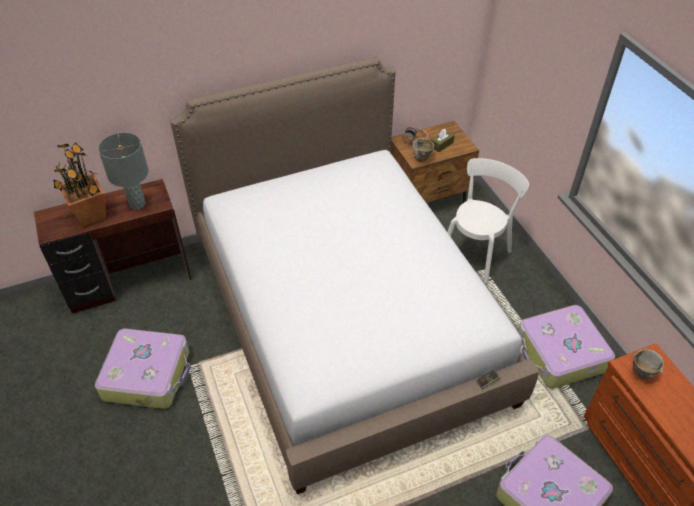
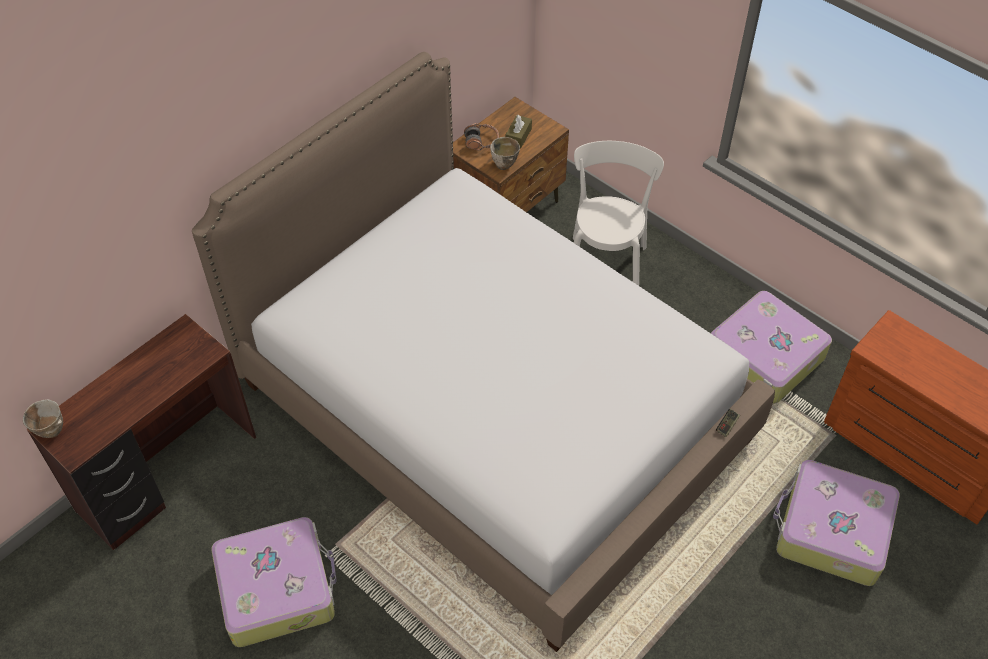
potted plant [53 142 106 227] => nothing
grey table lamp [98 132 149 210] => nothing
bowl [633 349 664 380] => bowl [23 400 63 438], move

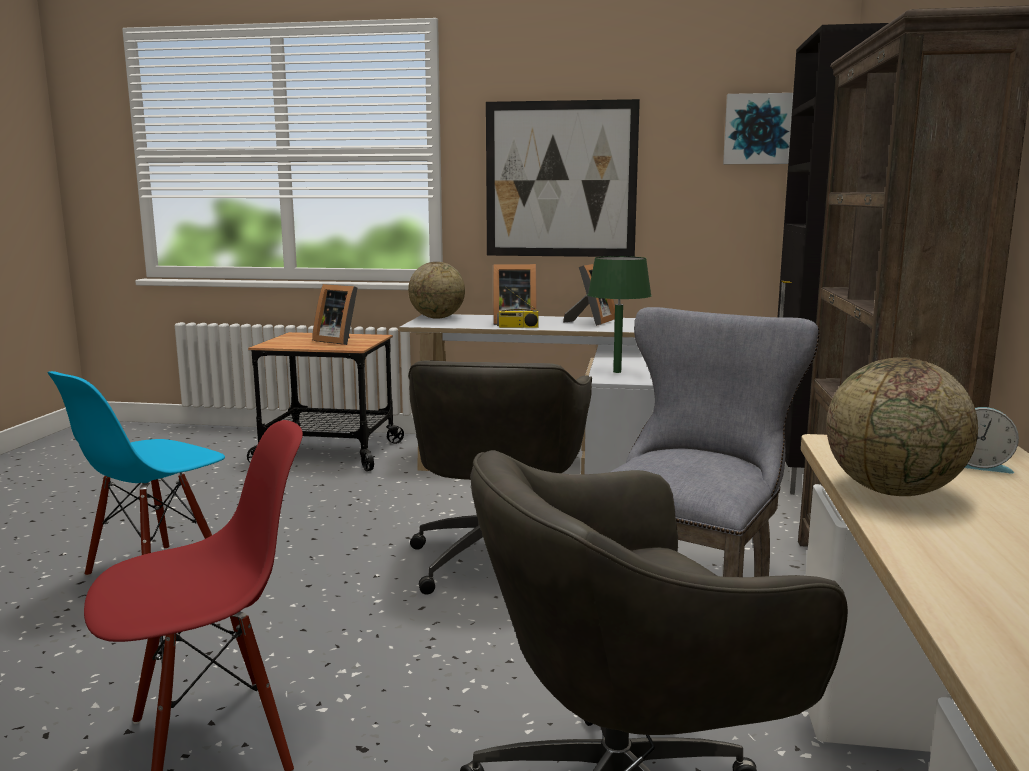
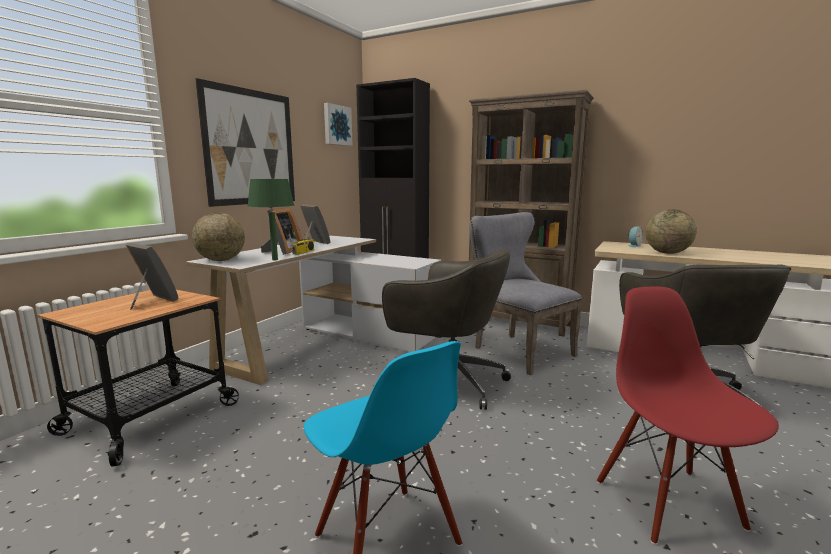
green table lamp [588 256 652 373] => green table lamp [247 179 294 260], move
picture frame [312 284 357 345] => picture frame [126 243 179 310], 105 degrees counterclockwise

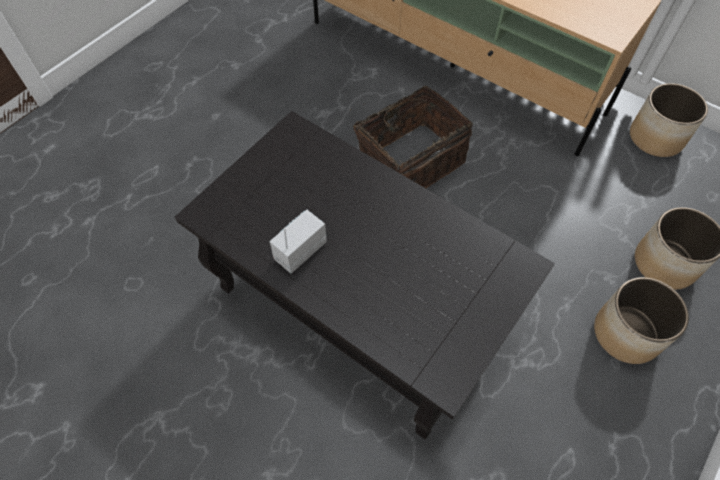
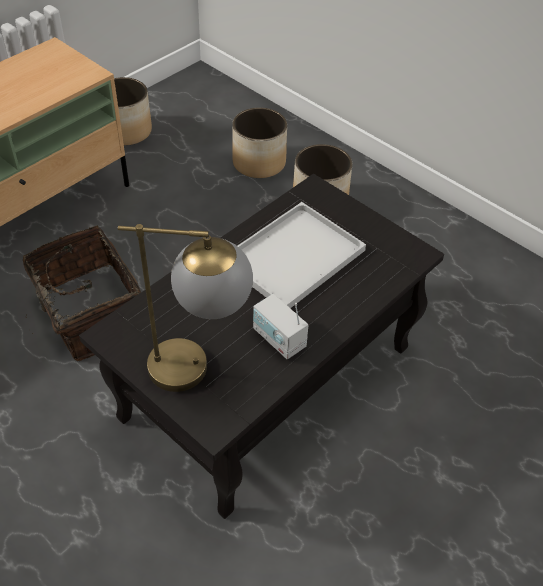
nothing => table lamp [118 224 253 392]
nothing => white tray [238 202 366 308]

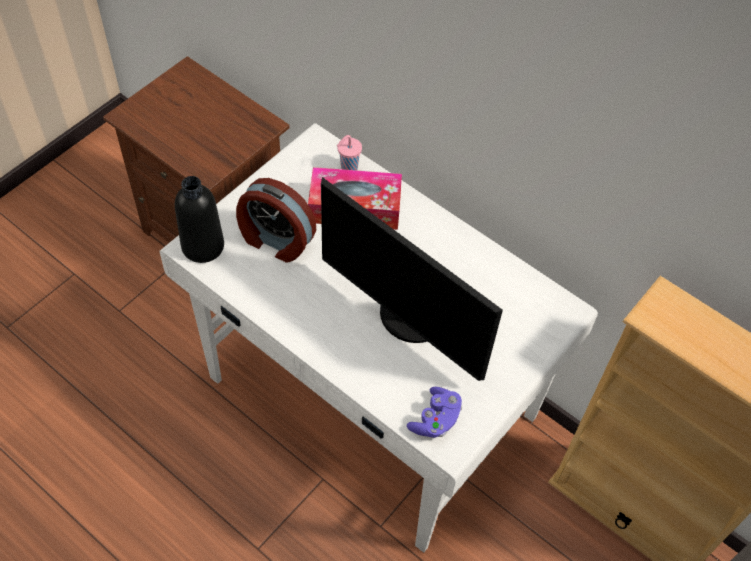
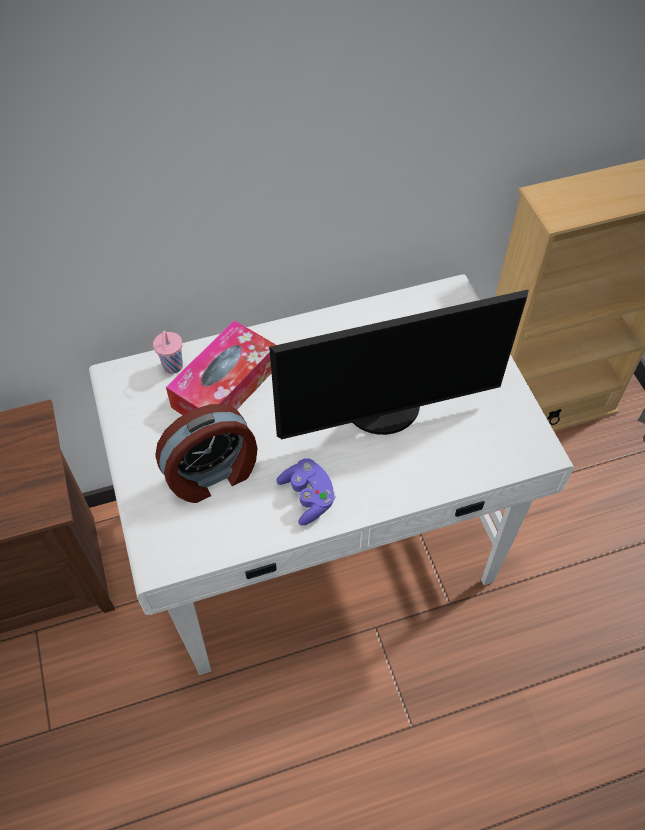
black bottle [175 176 224 263] => nothing
purple game controller [407 387 462 438] => purple game controller [276 458 336 526], move

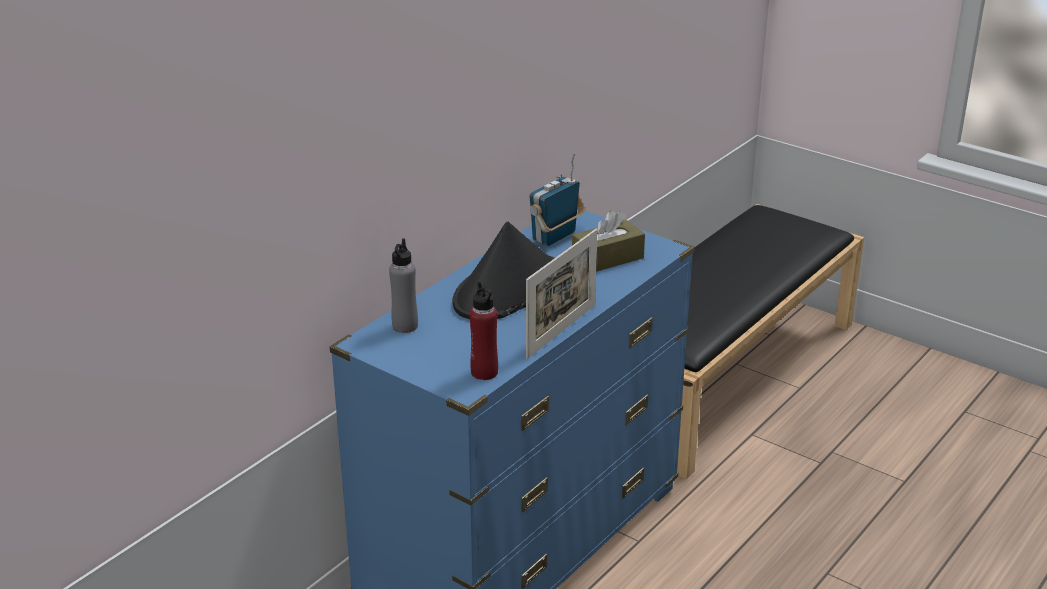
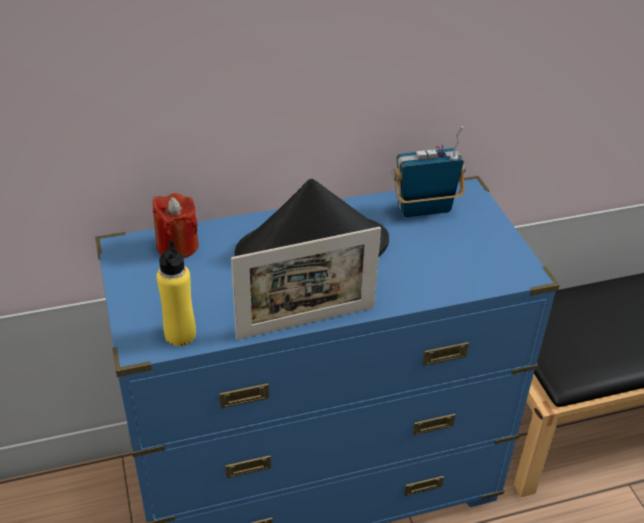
brown tissue box [572 210 645 272] => nothing
grey bottle [389 238 418 333] => red candle [153 193 199 258]
red bottle [470 282 498 380] => yellow bottle [157 240 196 346]

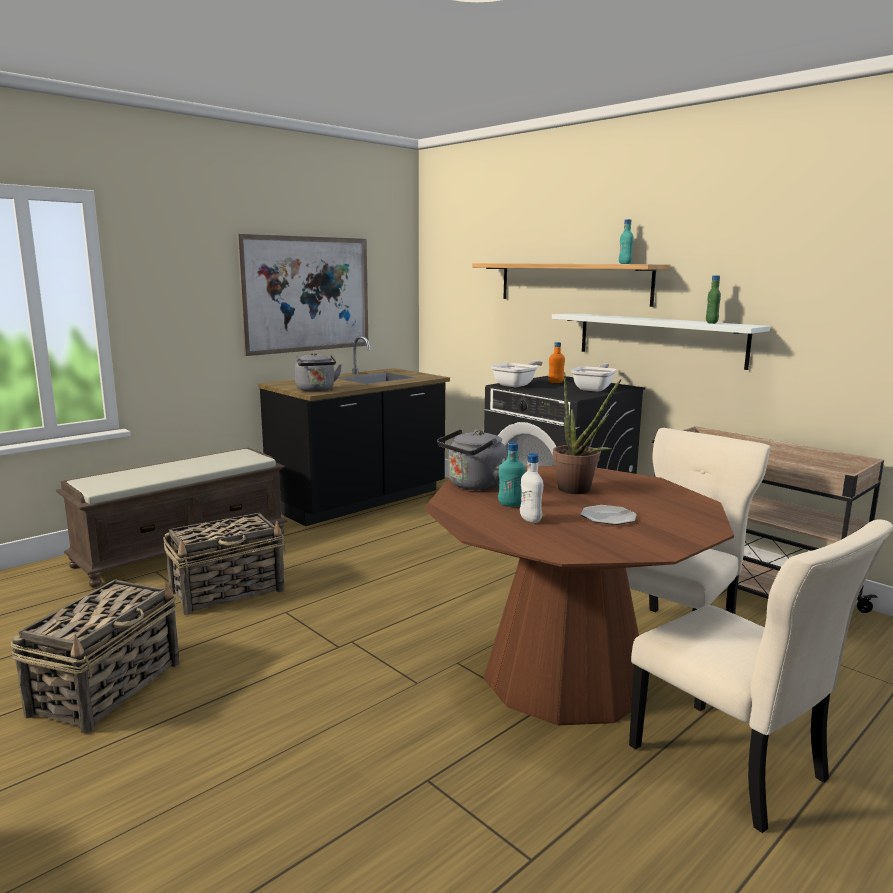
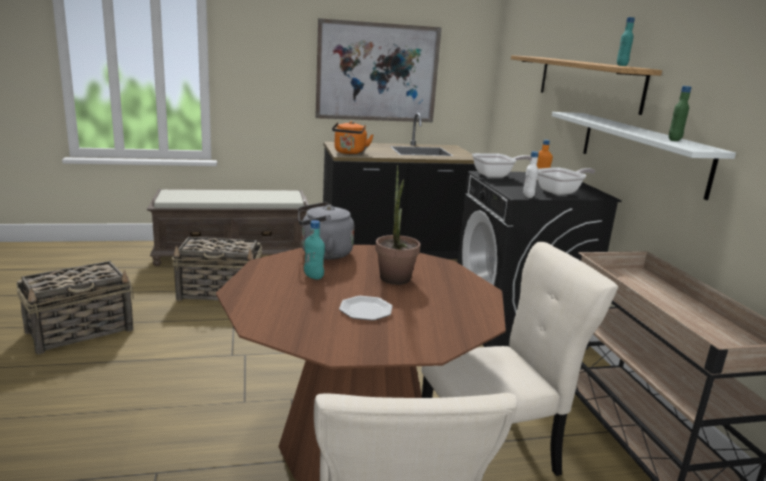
white bottle [520 453 543 523] => white bottle [523 151 539 198], move
grey kettle [295 352 342 392] => orange kettle [332 121 373 154]

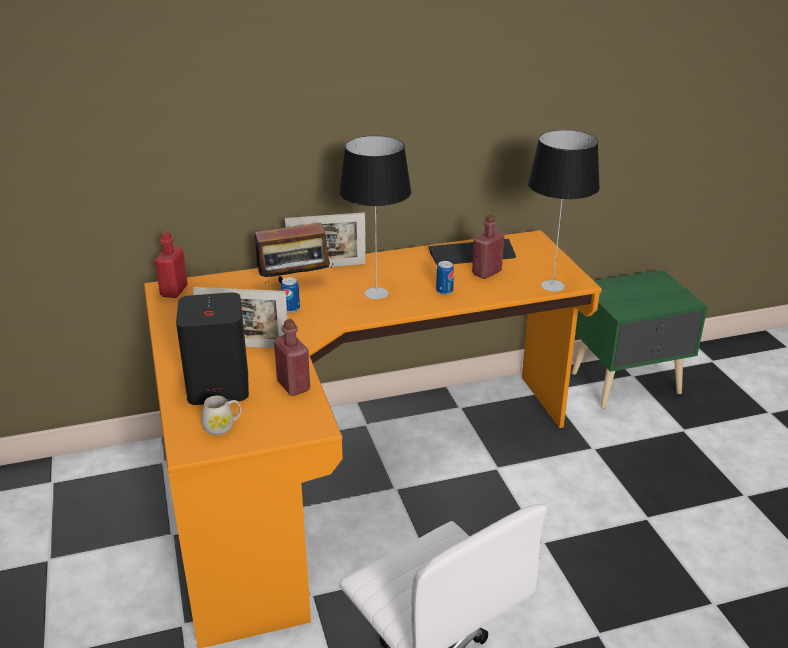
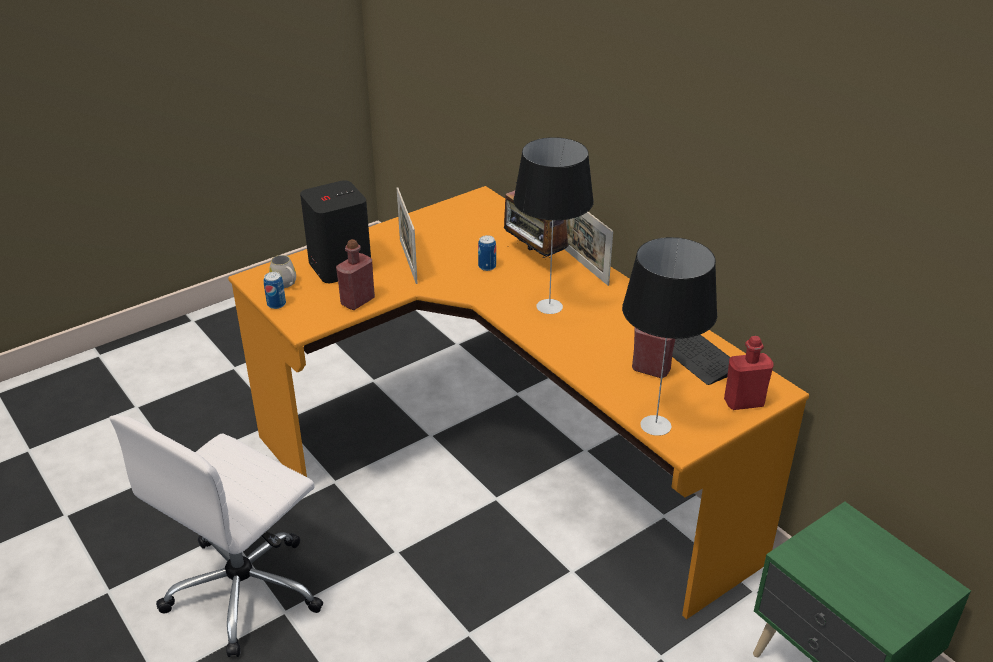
red bottle [155 232 188 298] => red bottle [724 336 773 410], move
can [436 261 454 295] => can [264 272 286 309], move

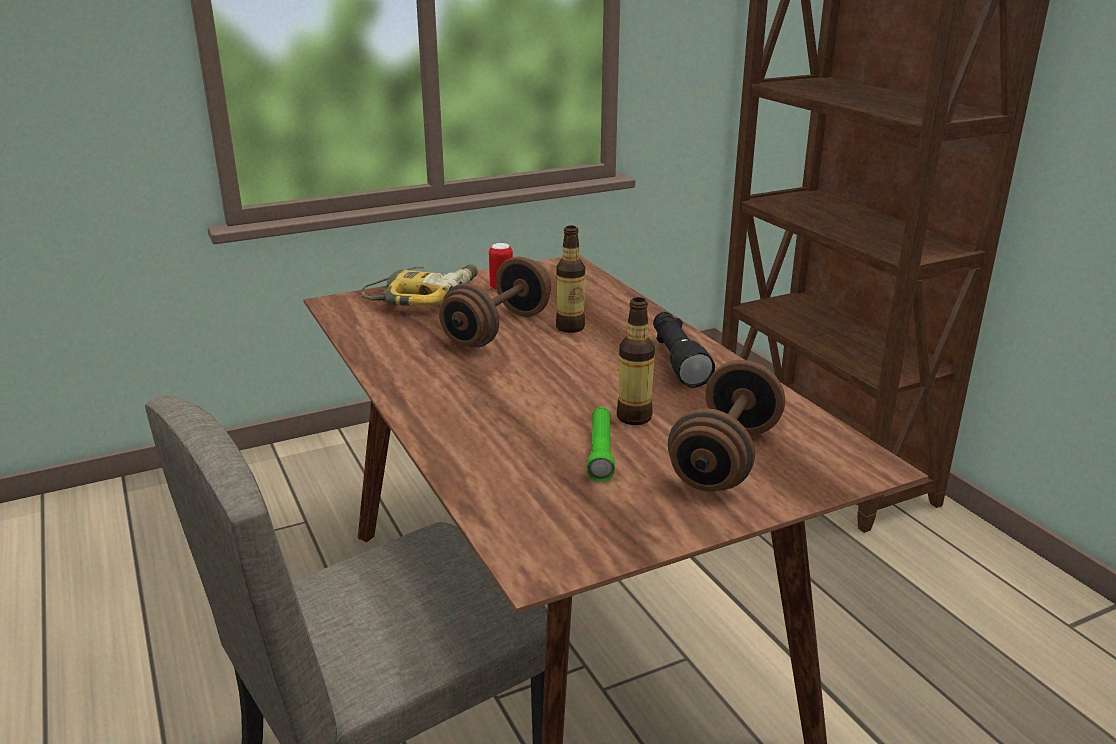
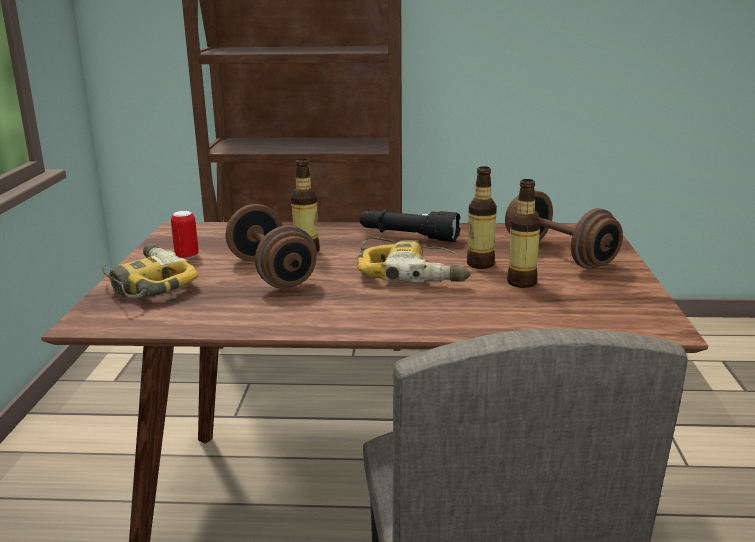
nothing => power drill [357 237 471 283]
green flashlight [587 407 615 482] => bottle [507 179 540 288]

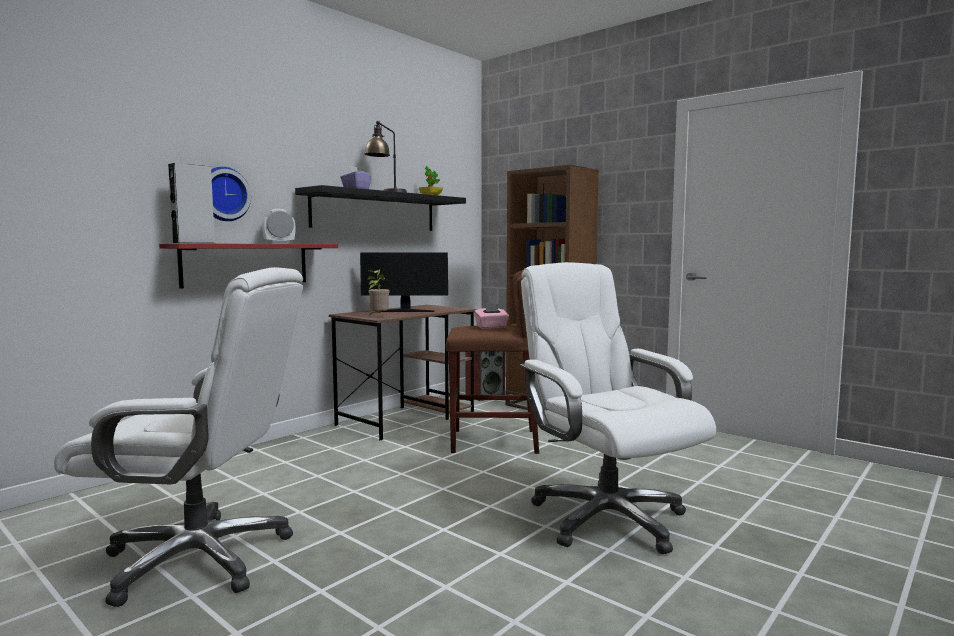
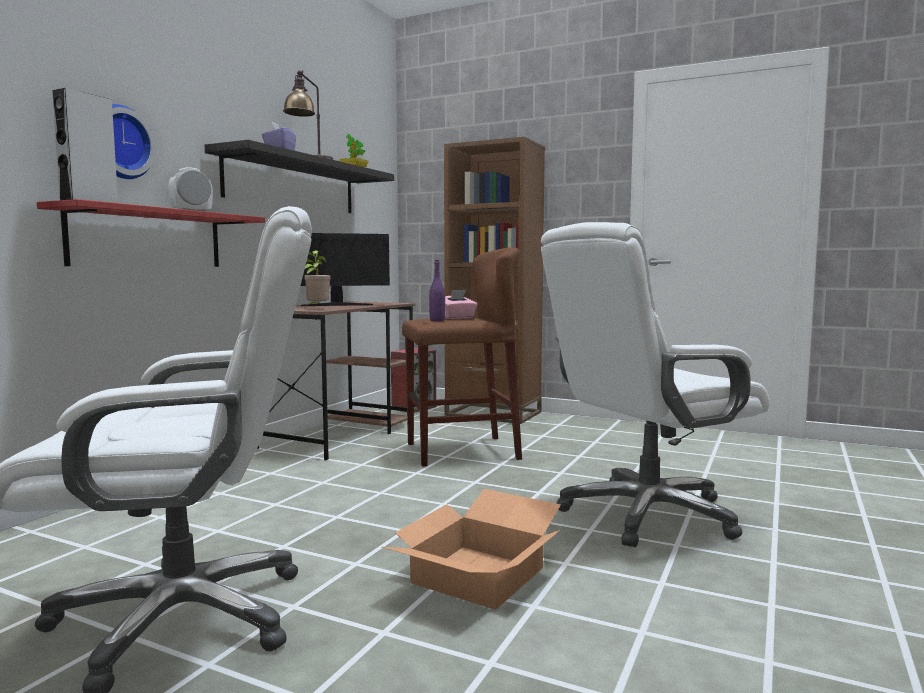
nothing => cardboard box [382 489 561 610]
nothing => purple bottle [429 260 445 321]
white office chair [520 262 716 554] => white office chair [541 222 769 547], 75 degrees counterclockwise

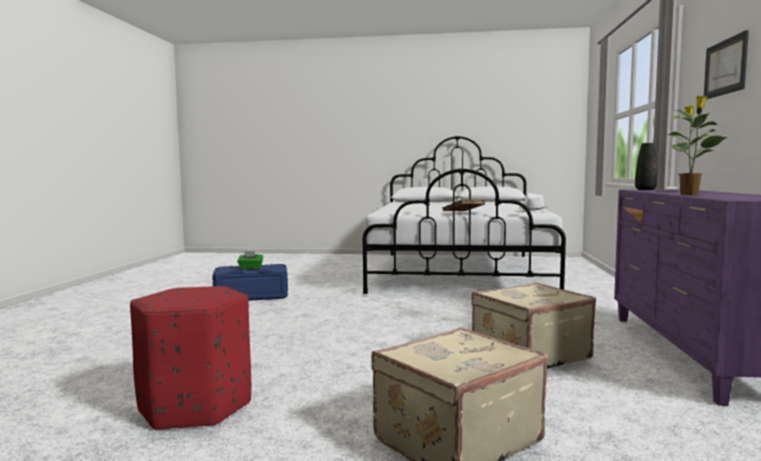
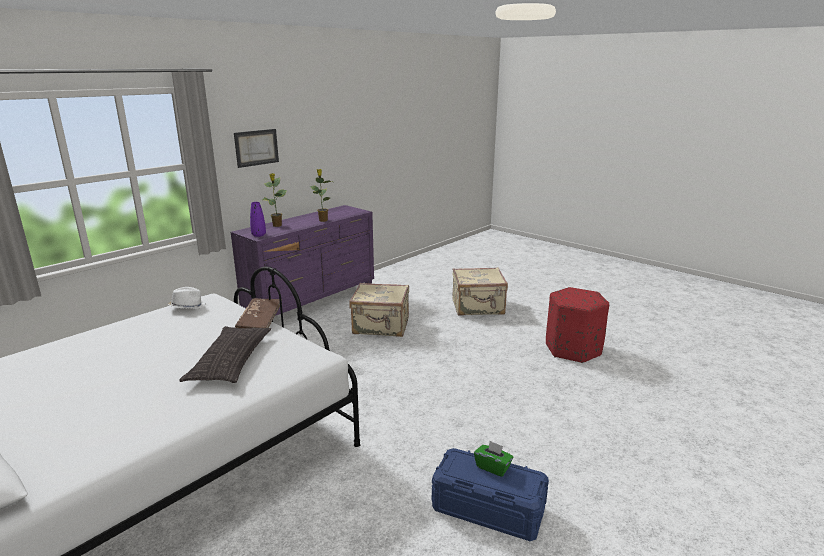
nothing => pillow [179 326 271 383]
black vase [635 143 657 190] => purple vase [250 202 266 237]

